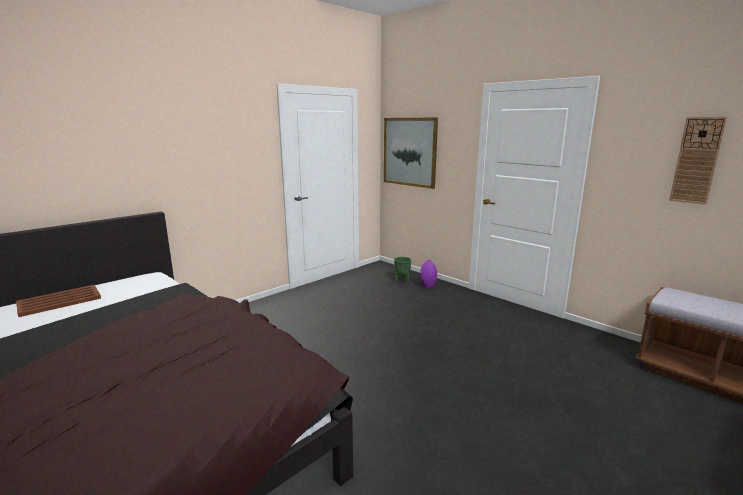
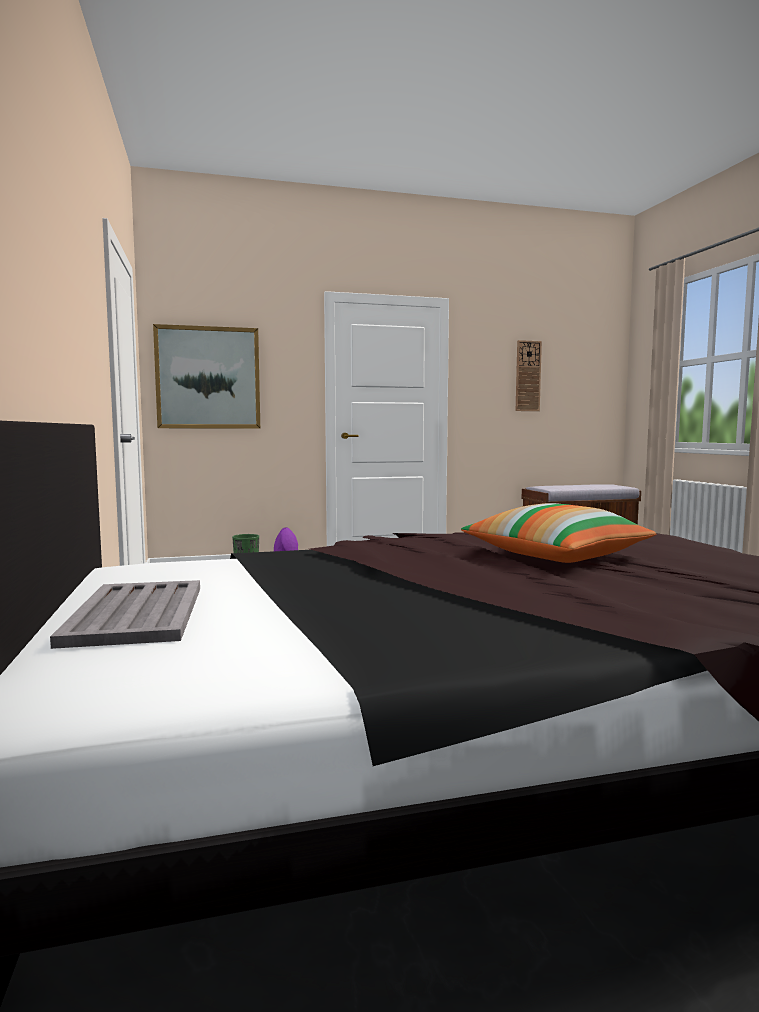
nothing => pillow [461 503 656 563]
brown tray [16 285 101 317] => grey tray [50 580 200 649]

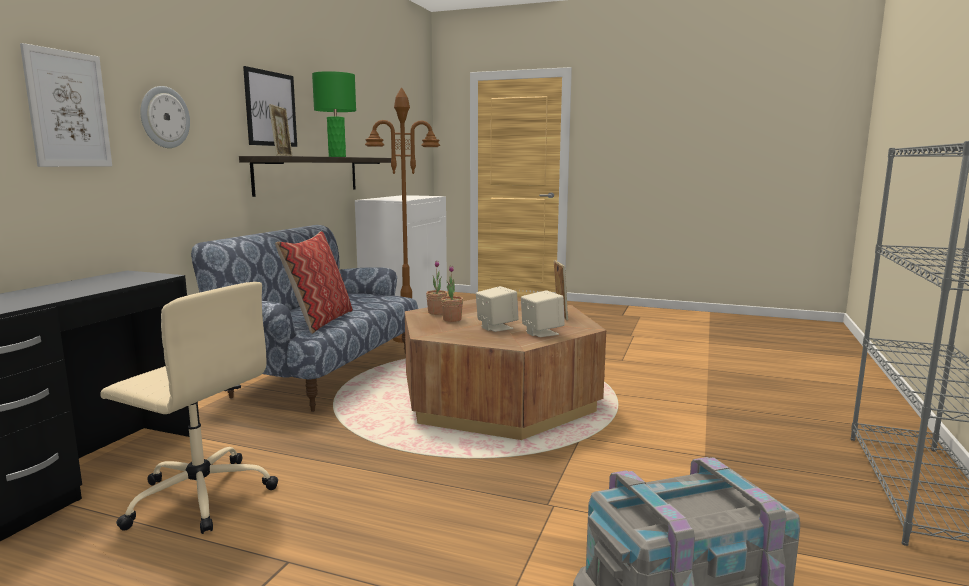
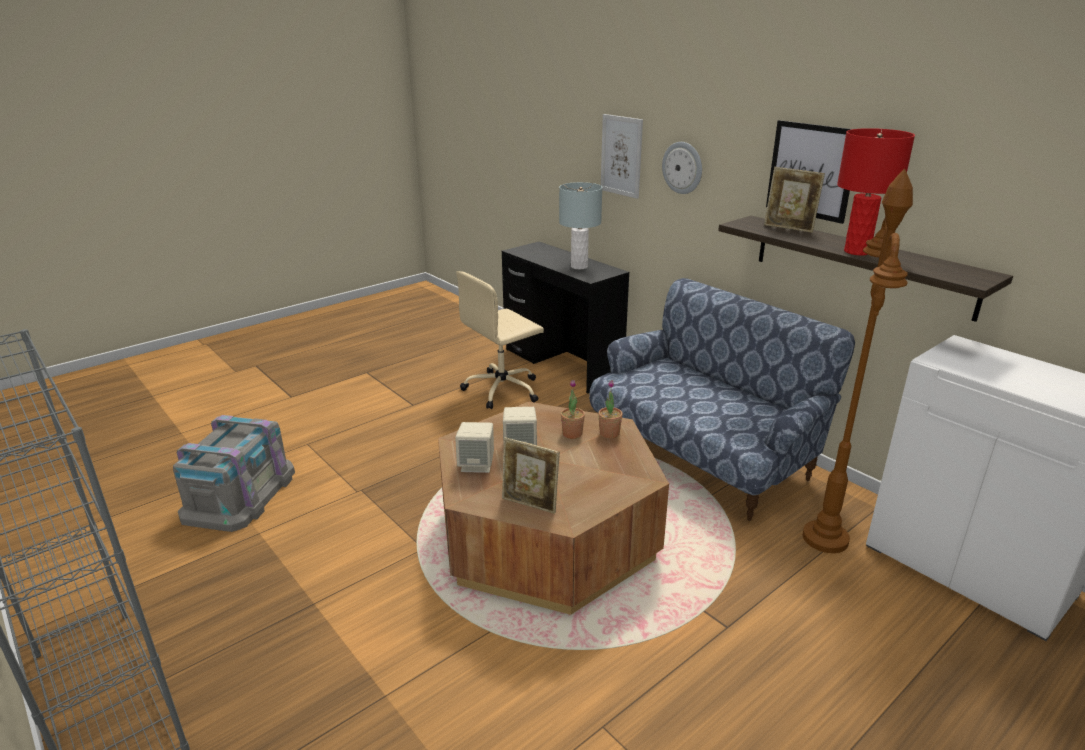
pillow [275 231 353 334] => nothing
nothing => grey table lamp [559 182 602 269]
green table lamp [312 71 356 157] => red table lamp [837 128 915 255]

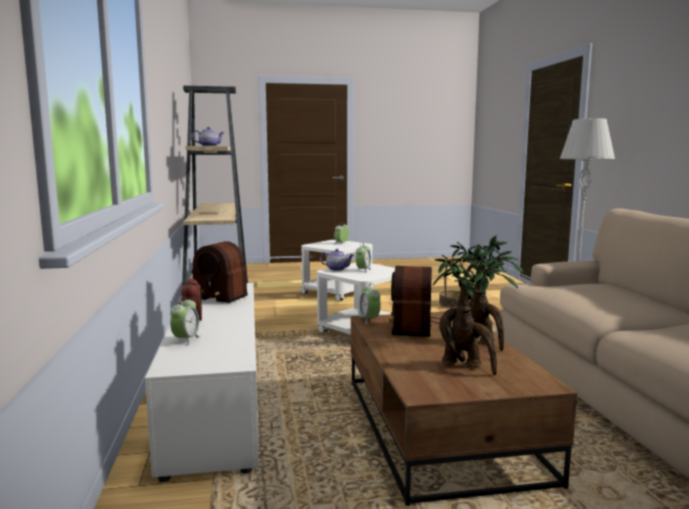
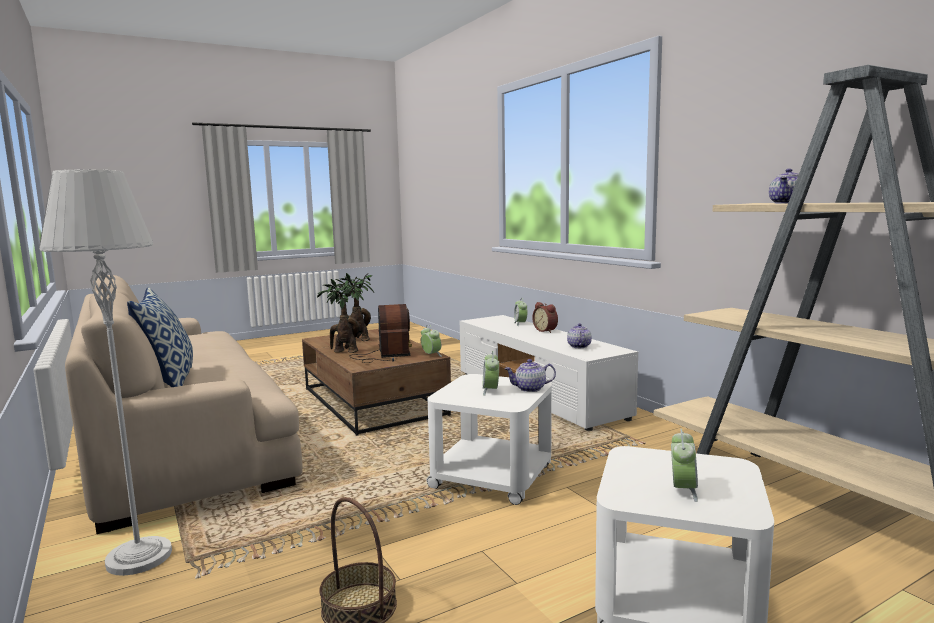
nothing => pillow [127 287 193 387]
radio [192 241 247 303] => teapot [567 323 592 348]

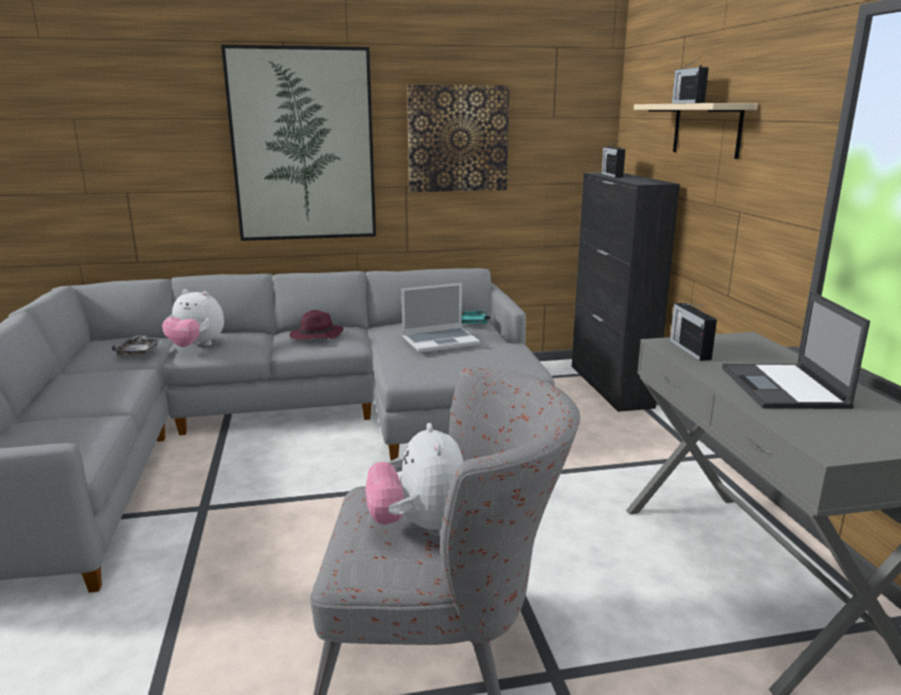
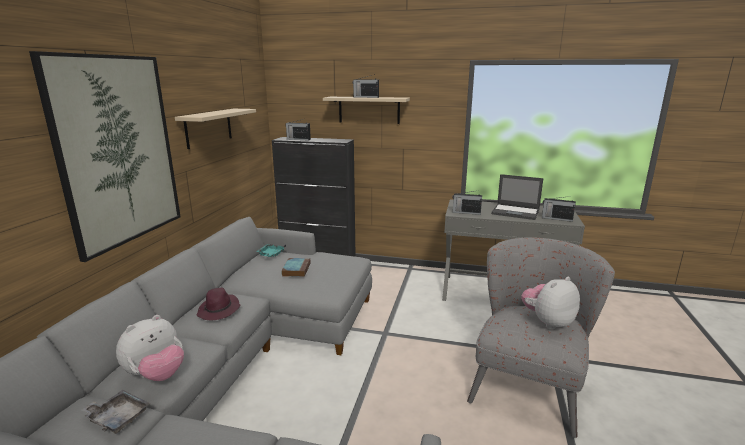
nothing => radio [542 196 576 222]
laptop [402 283 480 353] => book [281 258 310 277]
picture [407 85 510 192] => beige shelf [175 109 256 149]
plush toy [365 423 464 536] => plush toy [521 277 580 330], 135 degrees clockwise

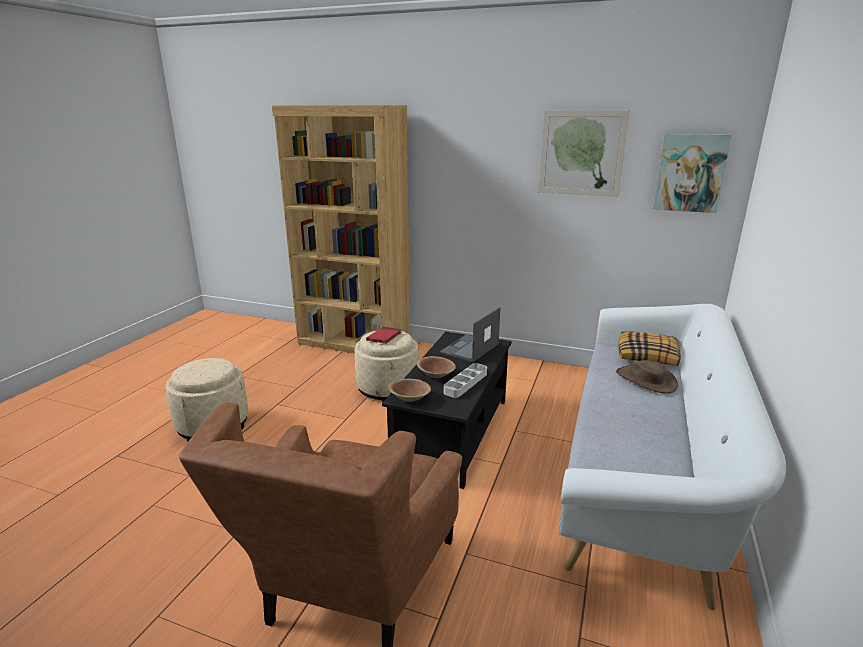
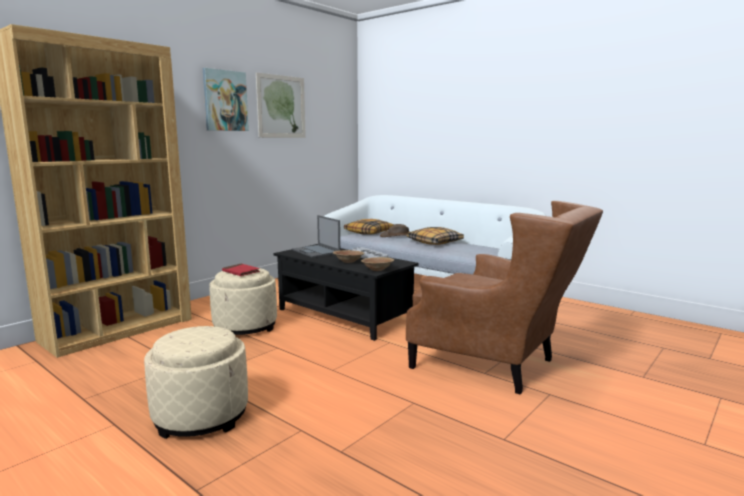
nothing => pillow [407 227 464 245]
picture [653 134 732 213] => picture [203 68 249 131], move

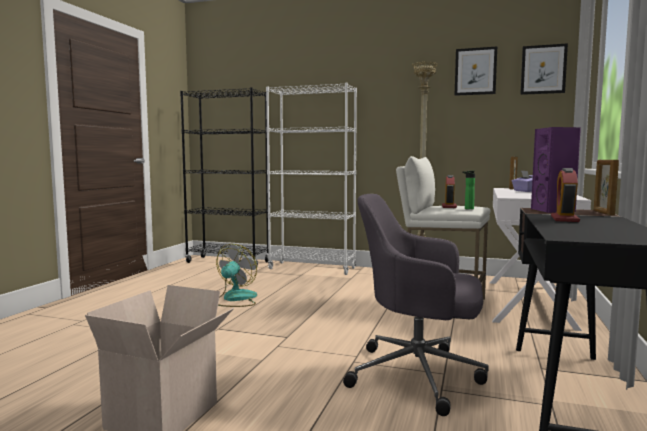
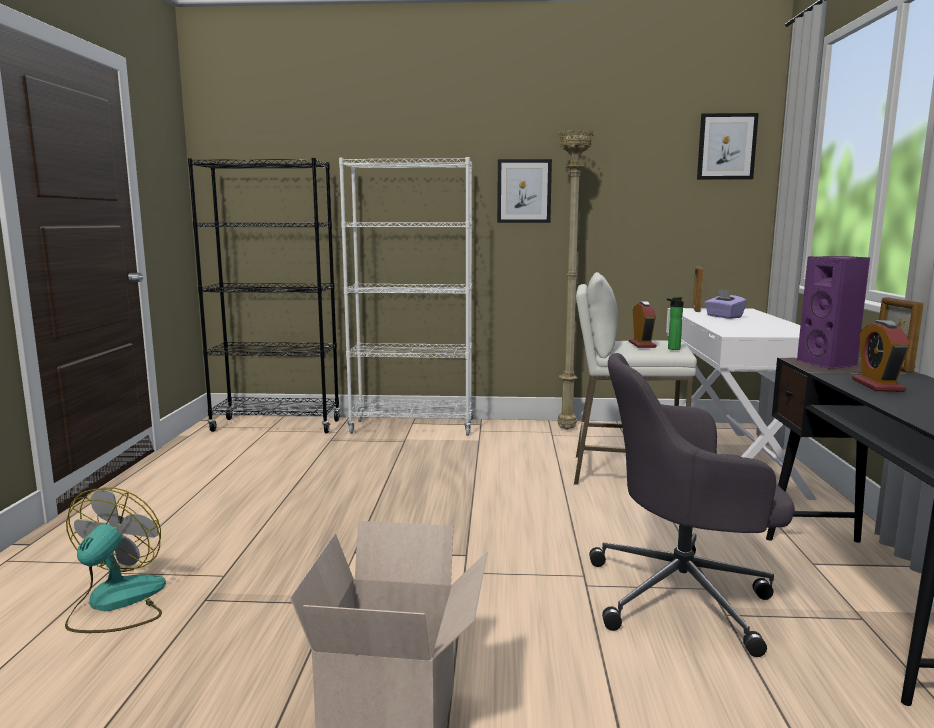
fan [216 244 257 307] => fan [65 487 166 633], move
picture [455 47 497 96] => picture [497 159 552 223], move

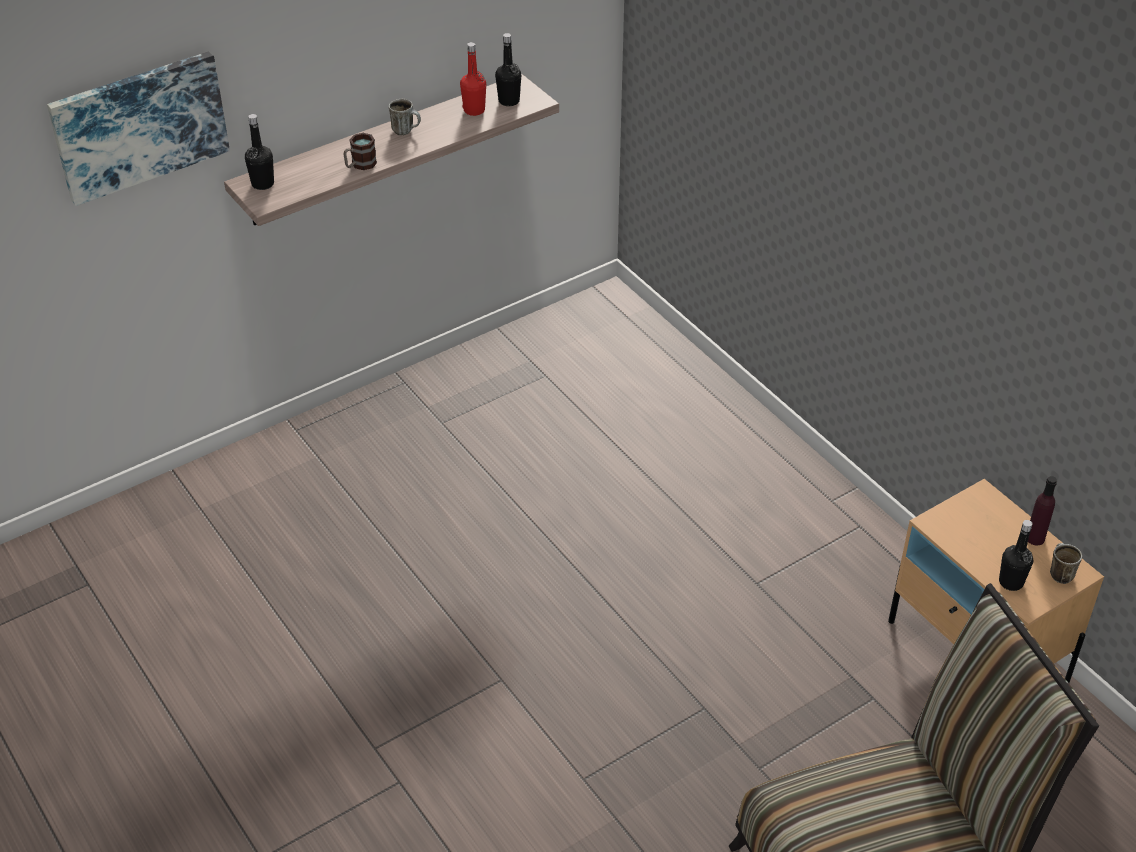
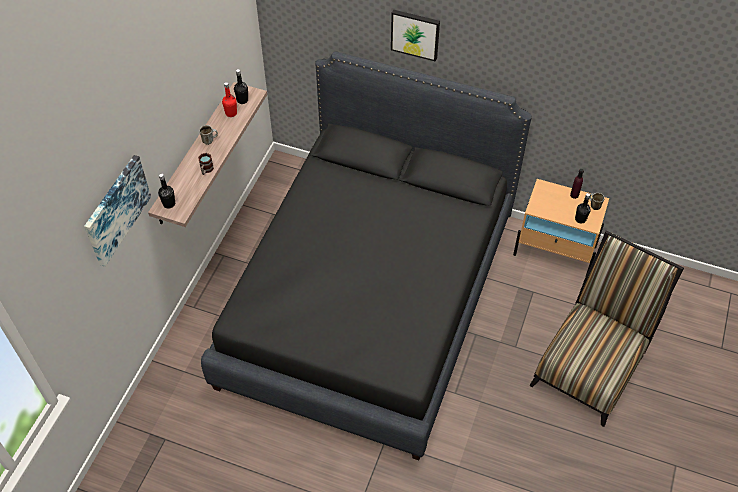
nothing => black bed [201 52 532 461]
nothing => picture [391 10 440 62]

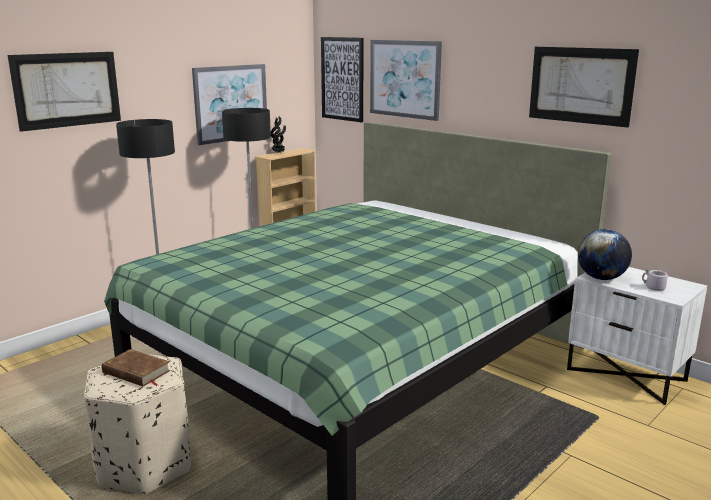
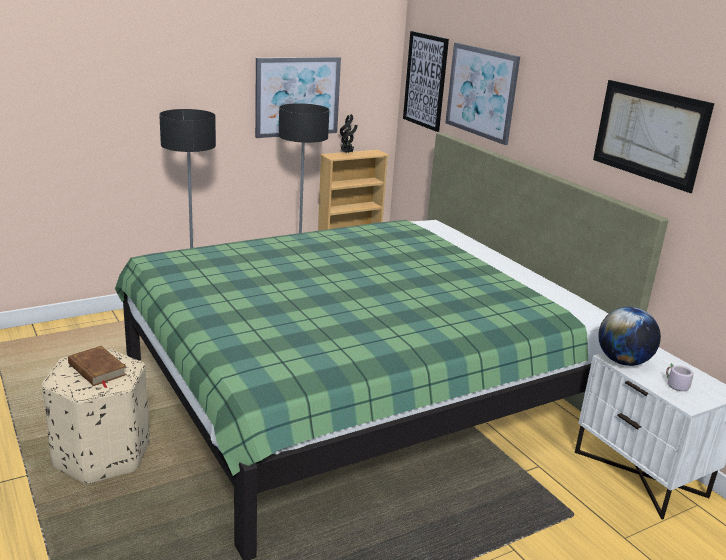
picture [8 52 121 132] => nothing

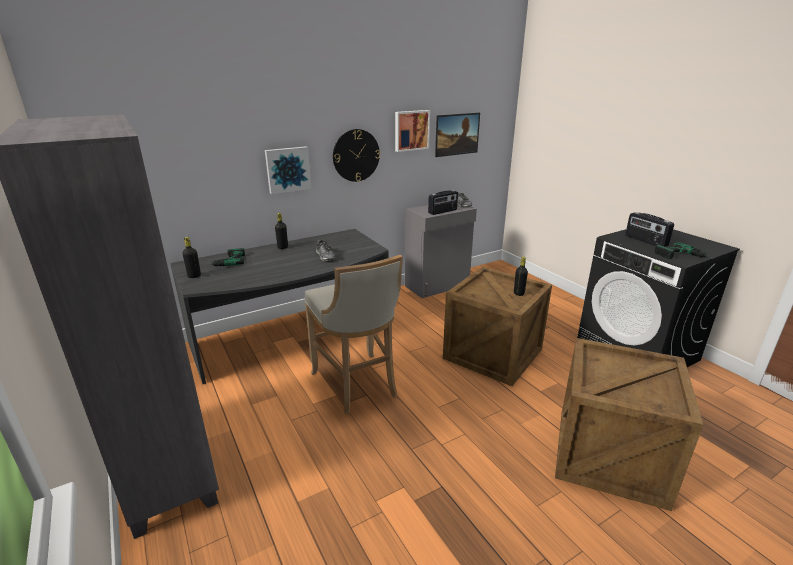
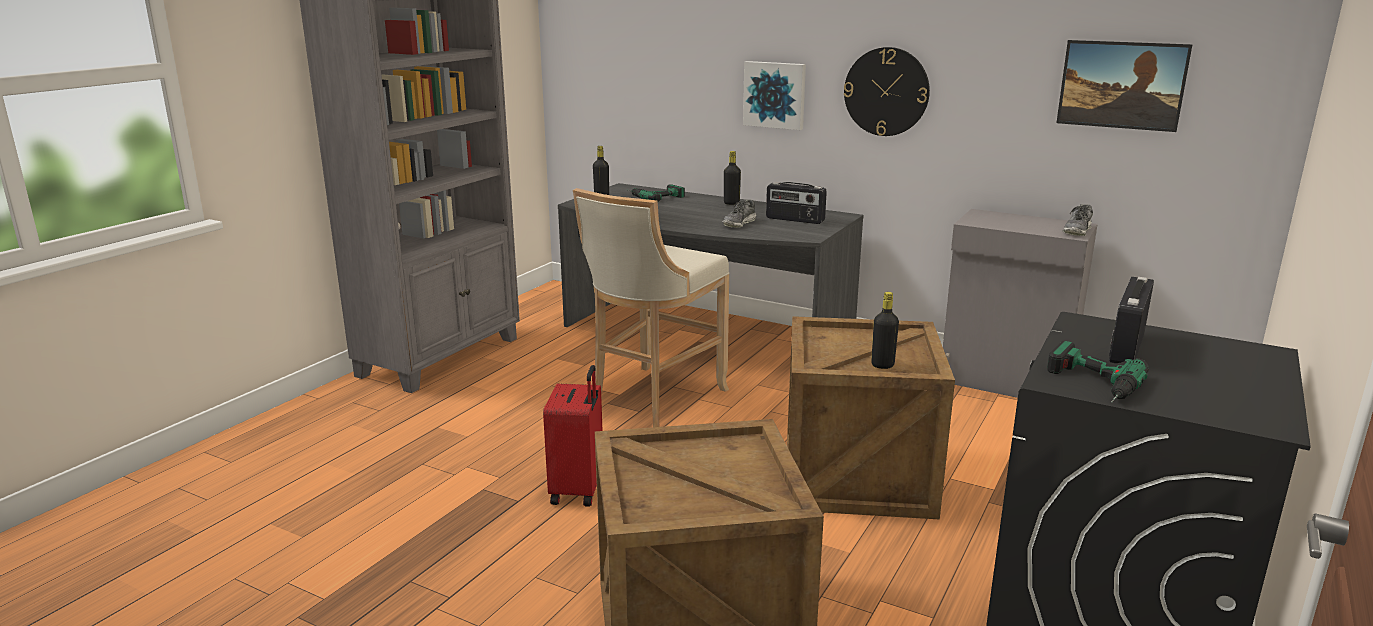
picture [395 110 430 152] => nothing
nothing => red suitcase [543 365 603 507]
radio [428 190 458 215] => radio [766 182 827 224], move

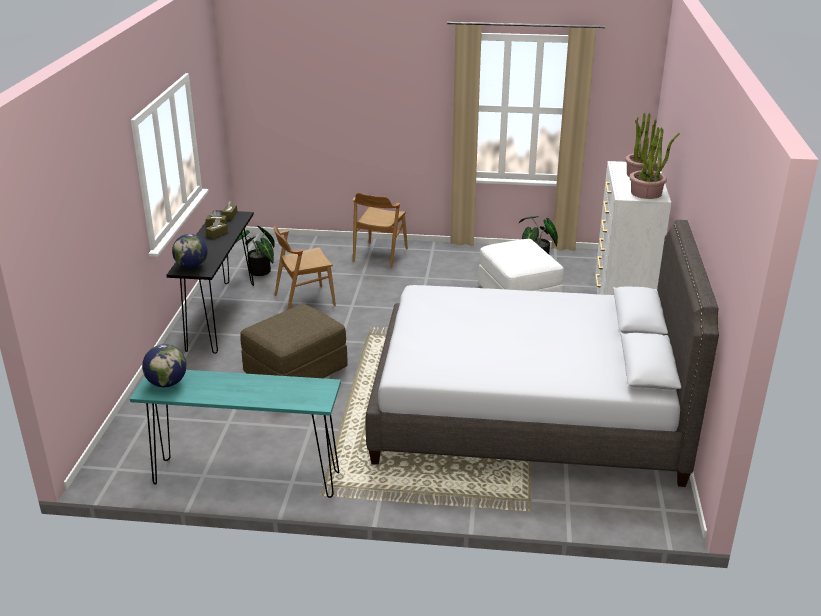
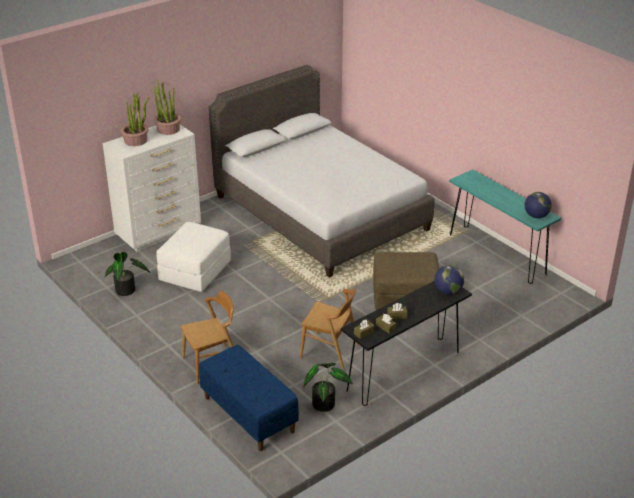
nothing => blue bench [199 345 299 451]

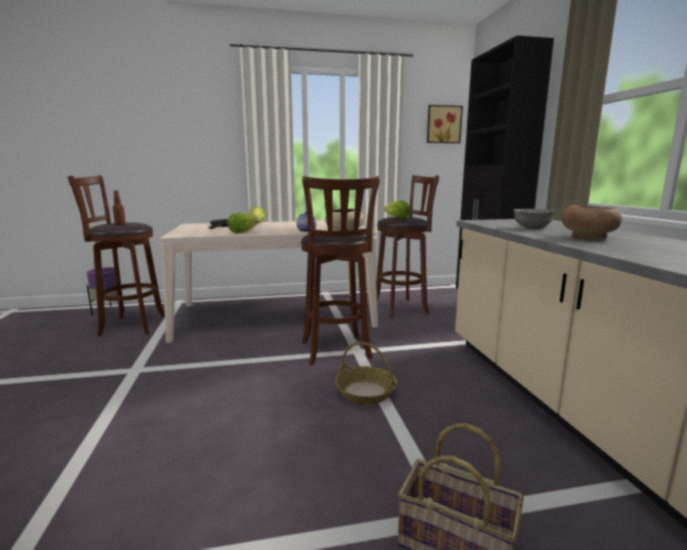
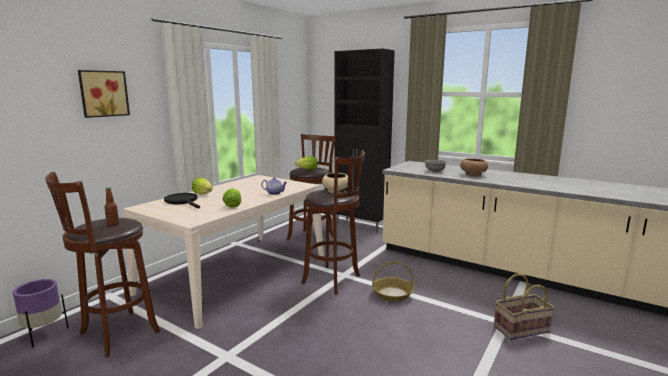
picture [427 105 463 143] => picture [78 70 130 118], move

